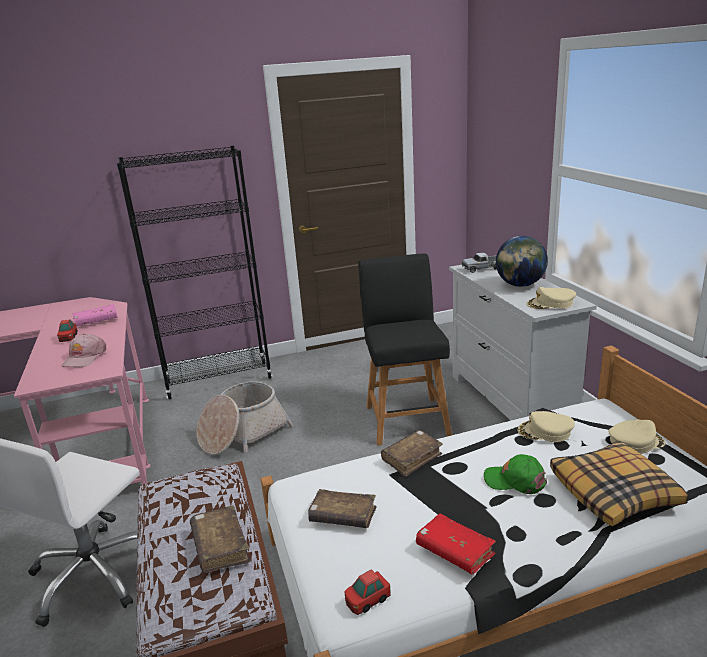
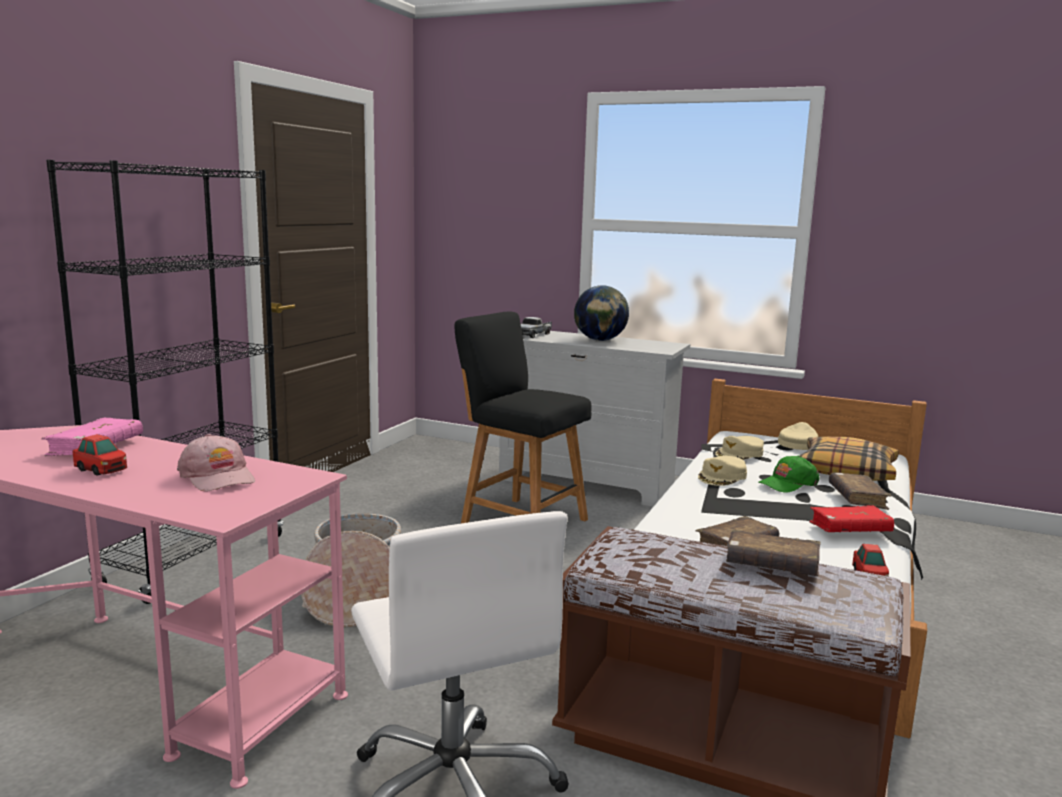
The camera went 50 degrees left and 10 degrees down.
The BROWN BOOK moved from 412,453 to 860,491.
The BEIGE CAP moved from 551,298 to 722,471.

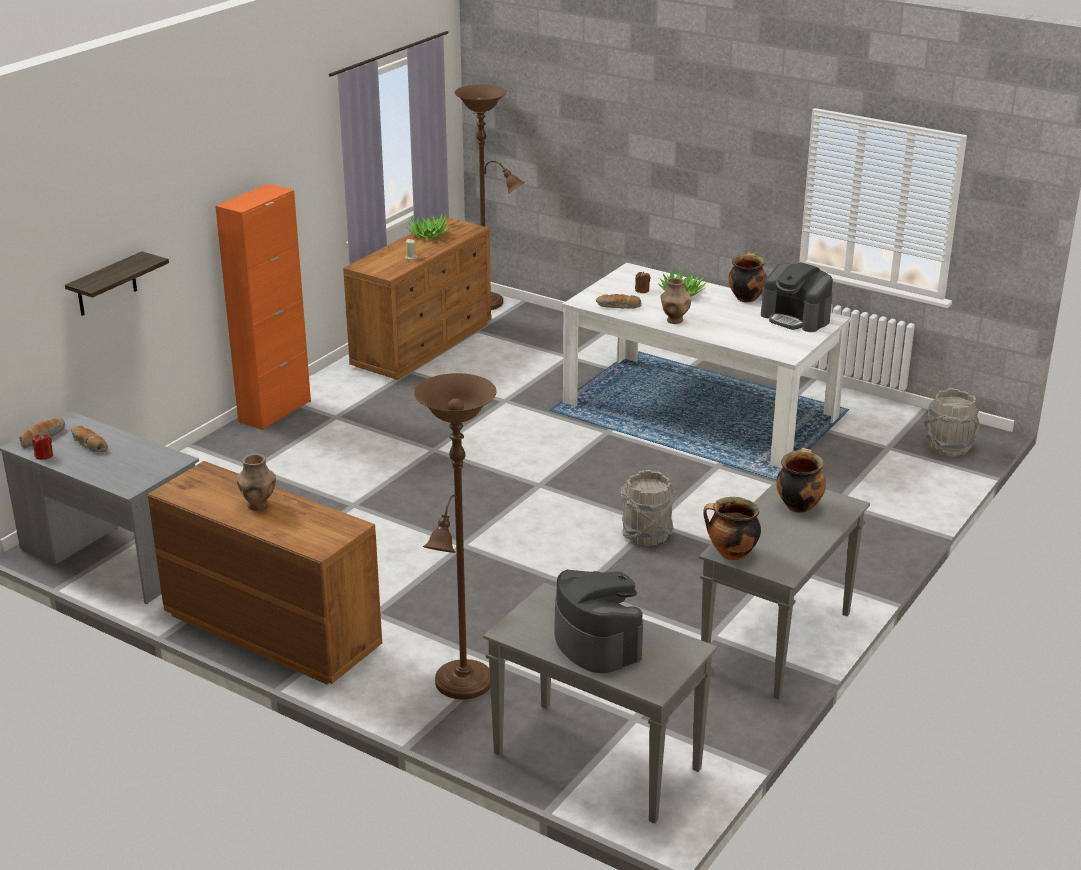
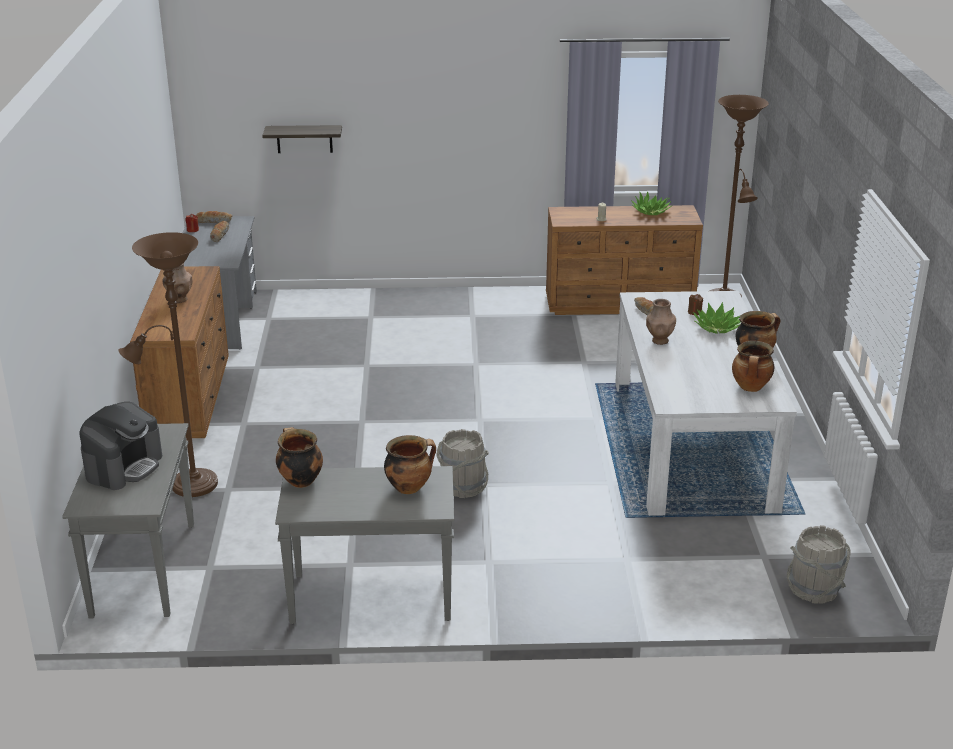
The camera went 55 degrees right and 0 degrees up.
The ORANGE CABINET at 263,307 disappeared.
The COFFEE MACHINE at 797,297 was replaced by the COOKING POT at 753,366.

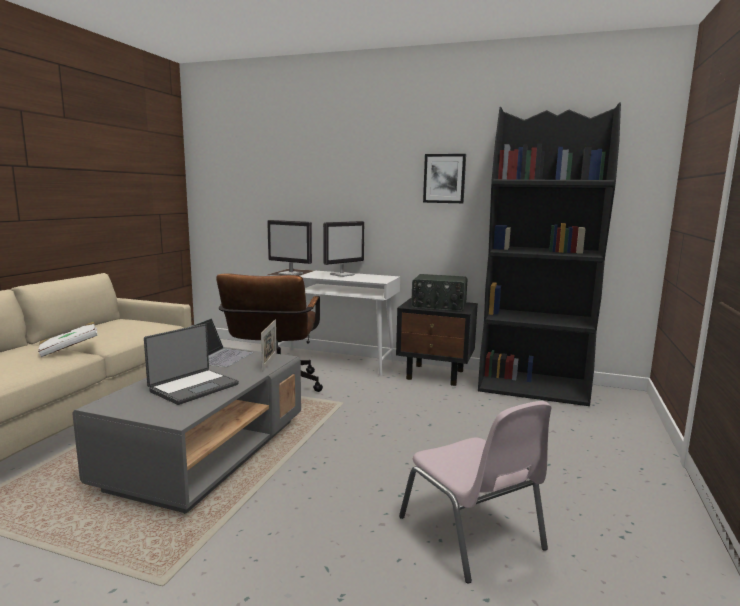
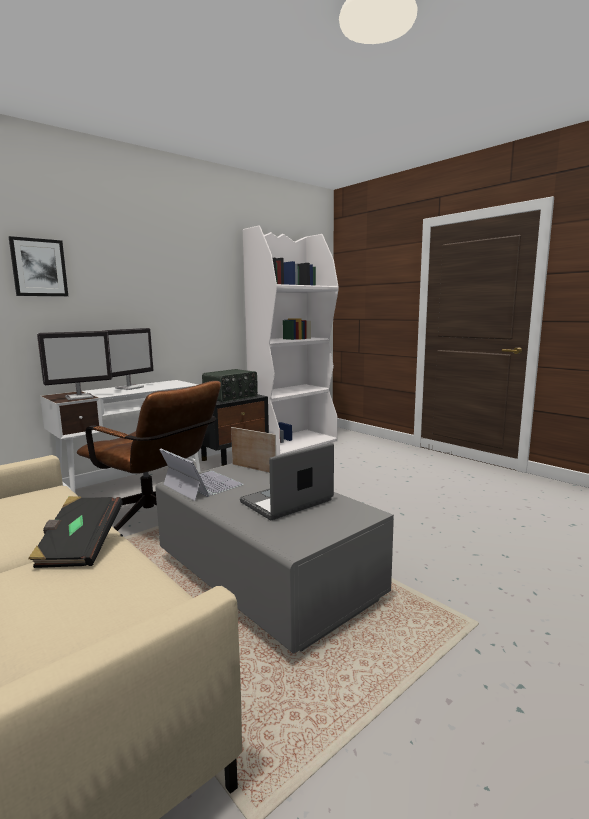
The camera went 60 degrees left and 0 degrees up.
The WHITE BOOK at 68,339 became the BLACK BOOK at 75,532.
The LAPTOP at 191,364 turned 105 degrees counterclockwise.
The MONITOR at 343,249 turned 45 degrees clockwise.
The PINK CHAIR at 475,492 disappeared.
The PICTURE moved from 444,178 to 38,266.
The BLACK BOOKCASE at 549,254 became the WHITE BOOKCASE at 290,340.

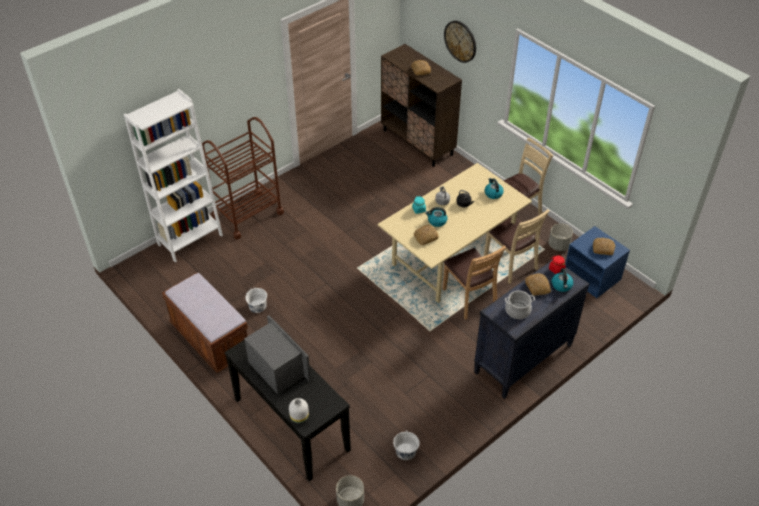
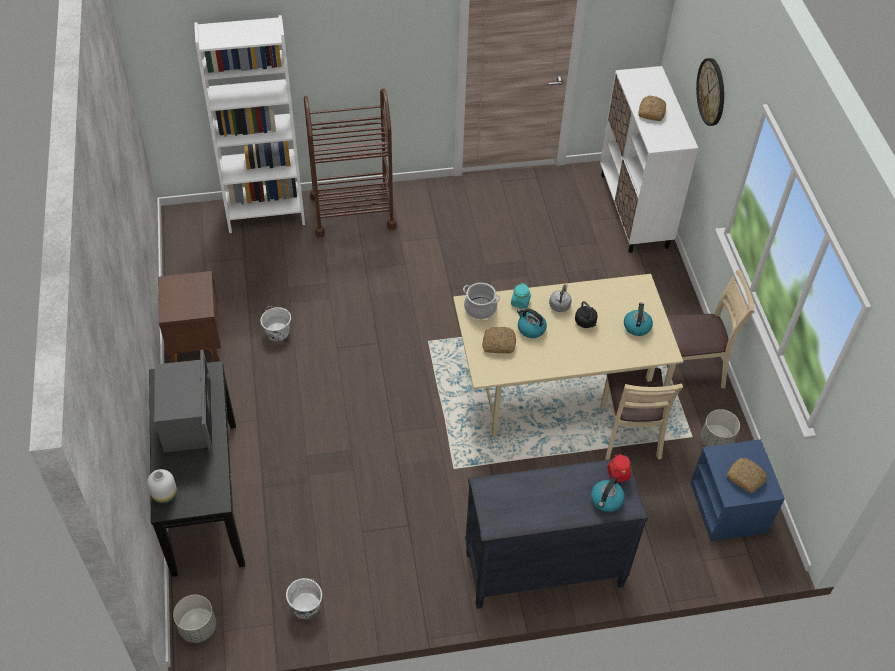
The camera went 30 degrees right and 5 degrees up.
The BROWN BENCH at 205,323 was replaced by the BROWN NIGHTSTAND at 189,317.
The BROWN CABINET at 421,105 became the WHITE CABINET at 649,159.
The BROWN CHAIR at 474,283 disappeared.
The COOKING POT moved from 520,305 to 481,300.
The BREAD at 538,284 disappeared.

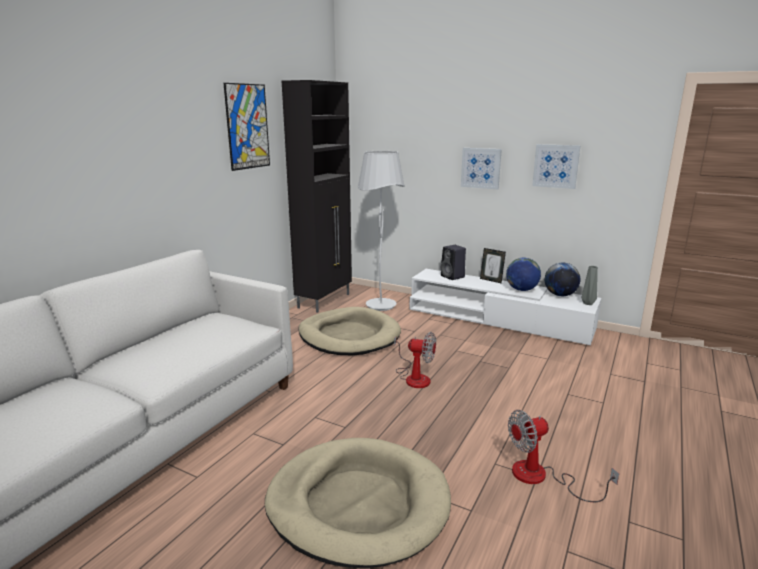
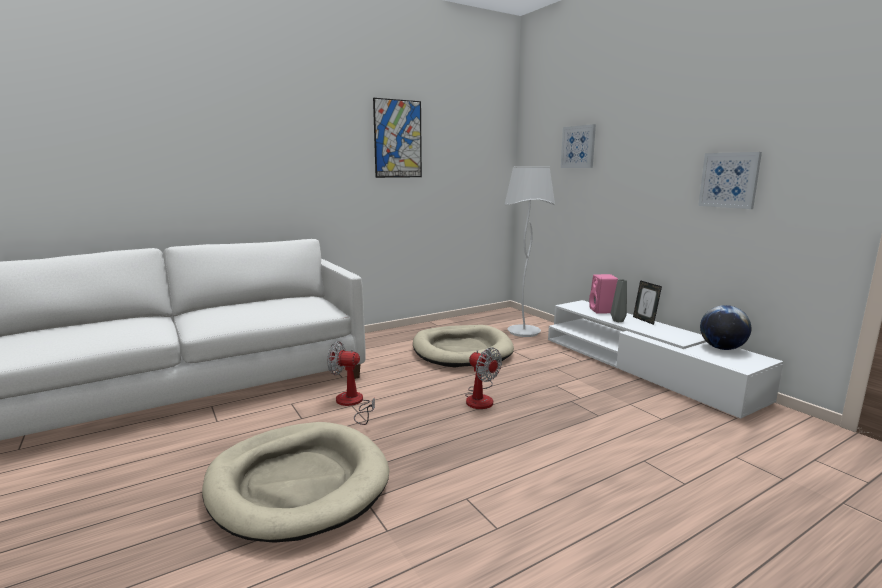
The camera went 30 degrees right and 5 degrees down.
The BLACK CABINET at 317,196 disappeared.
The BLACK SPEAKER at 453,262 became the PINK SPEAKER at 603,294.
The PICTURE moved from 481,168 to 578,146.
The GLOBE at 523,274 disappeared.
The FAN moved from 563,456 to 351,383.
The GREY VASE moved from 589,285 to 619,300.

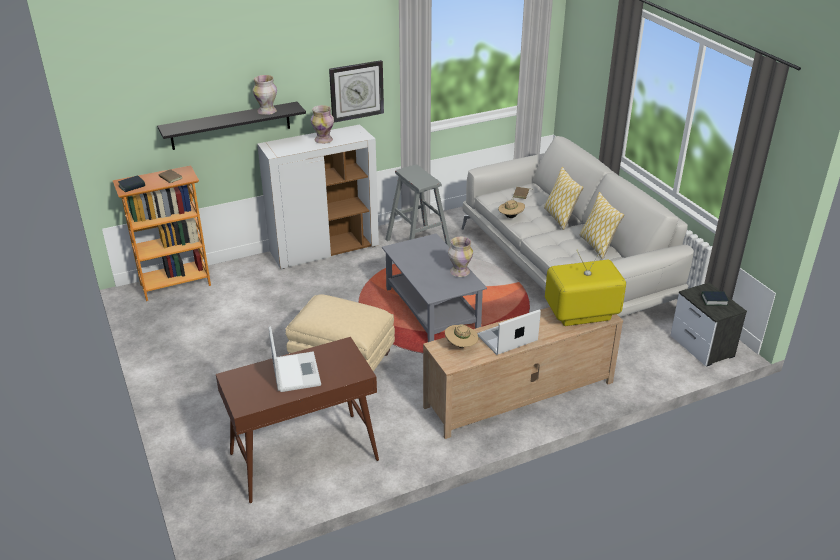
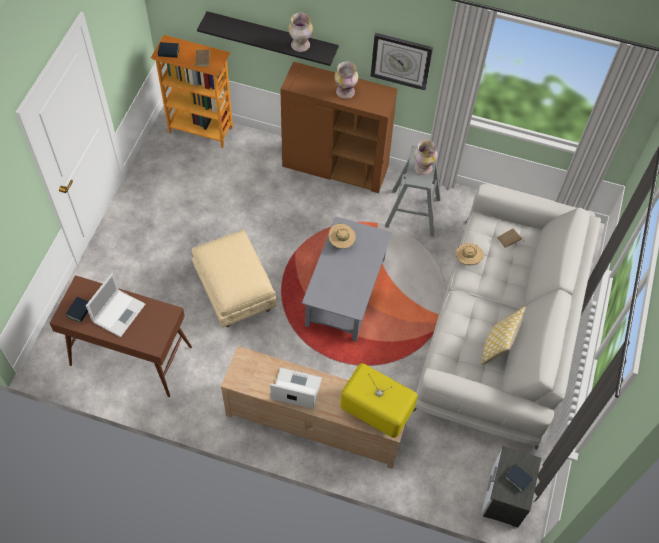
The camera went 40 degrees right and 25 degrees up.
The WHITE CABINET at 318,196 became the BROWN CABINET at 338,127.
The BEIGE HAT moved from 461,336 to 342,236.
The VASE moved from 460,257 to 425,157.
The PILLOW at 564,198 disappeared.
The BOOK at 77,310 appeared.

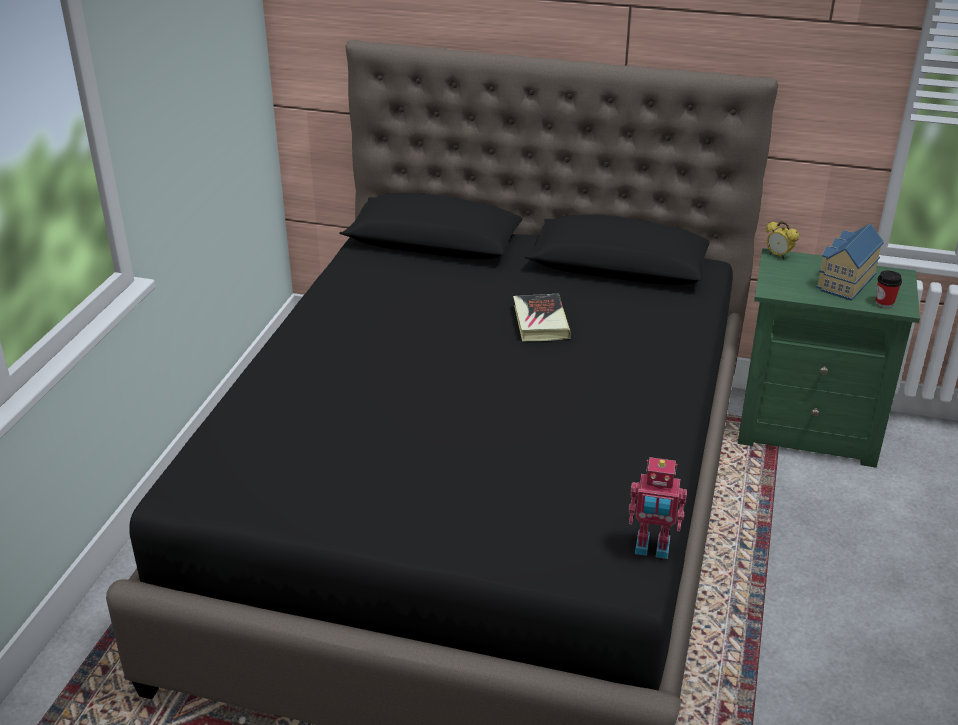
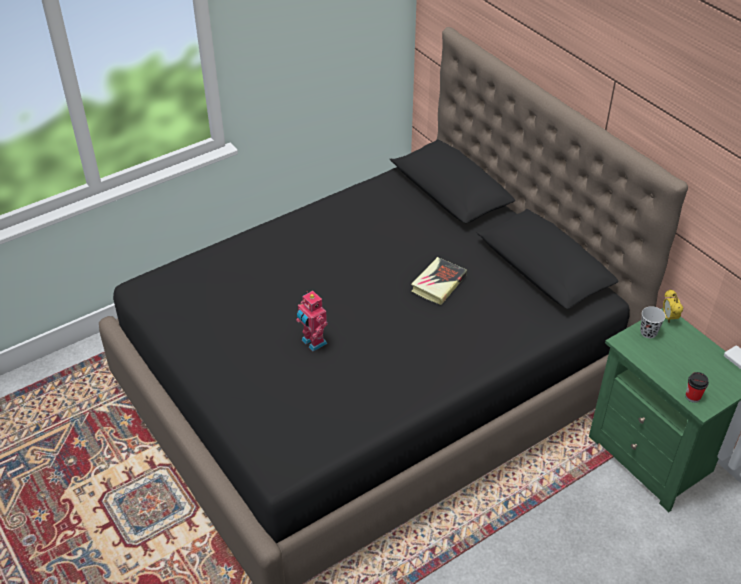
The camera went 40 degrees right and 10 degrees up.
The TOY ROBOT moved from 658,508 to 312,321.
The TOY HOUSE at 850,262 disappeared.
The BLACK CUP at 653,322 appeared.

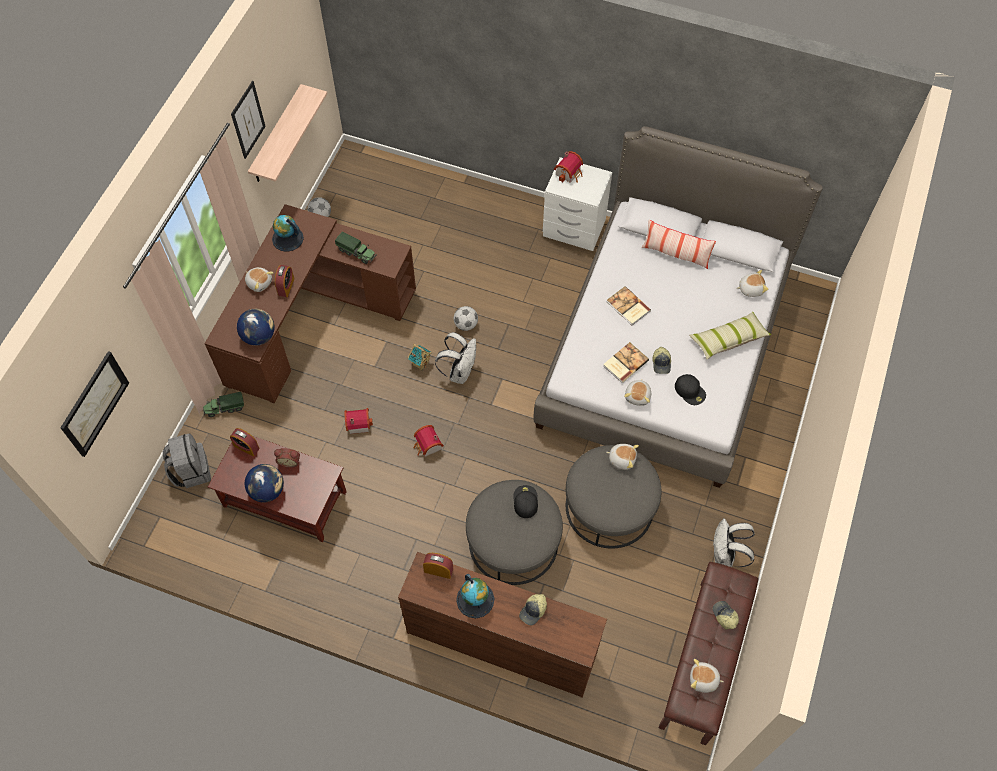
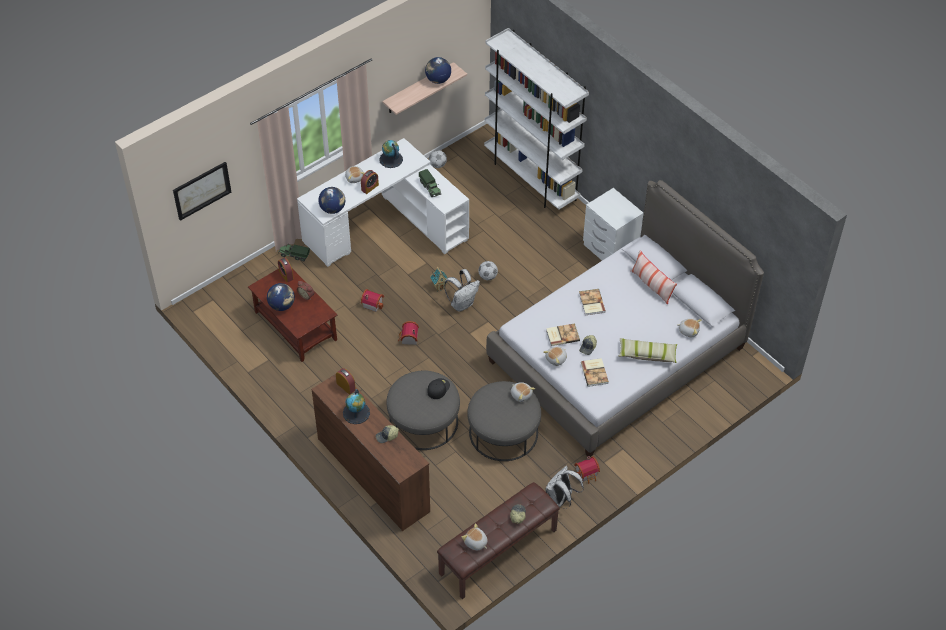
The camera went 30 degrees right and 10 degrees down.
The GREY BACKPACK at 187,460 disappeared.
The BROWN DESK at 310,303 became the WHITE DESK at 383,202.
The PICTURE at 248,120 disappeared.
The TOY HOUSE moved from 568,167 to 587,470.
The BLACK CAP at 690,389 was replaced by the BOOK at 595,372.
The GLOBE at 438,70 appeared.
The WHITE BOOKCASE at 536,119 appeared.

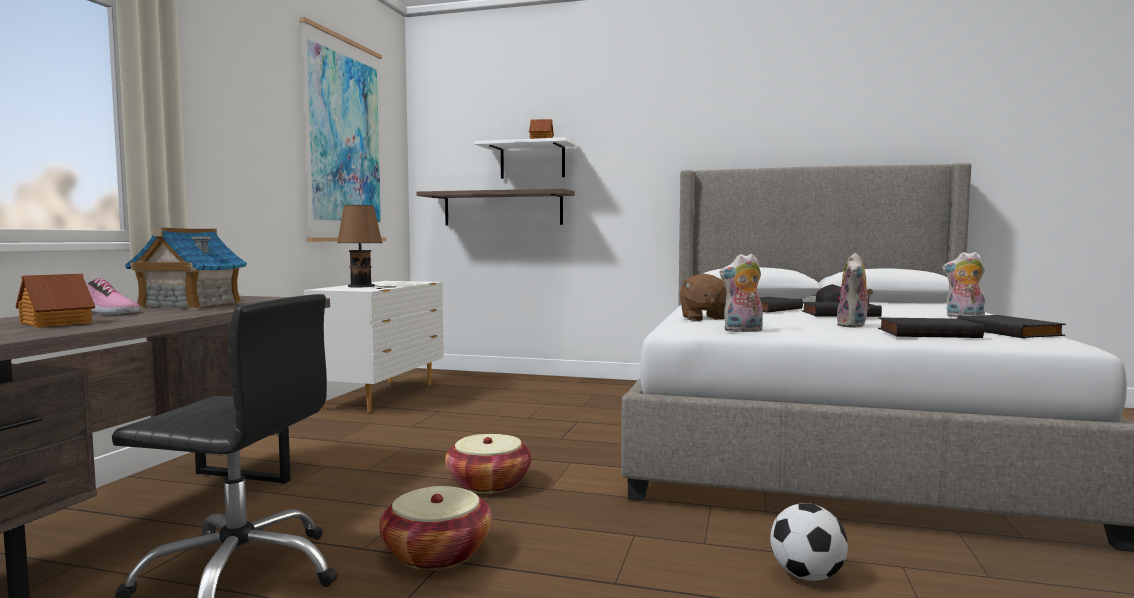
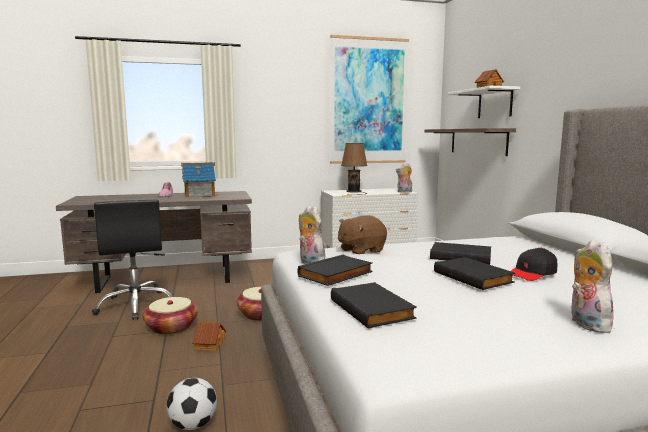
The camera went 60 degrees right and 5 degrees up.
The TOY HOUSE moved from 55,301 to 209,336.
The PLUSH TOY moved from 854,290 to 404,178.
The BLACK BOOK moved from 1011,326 to 335,270.

